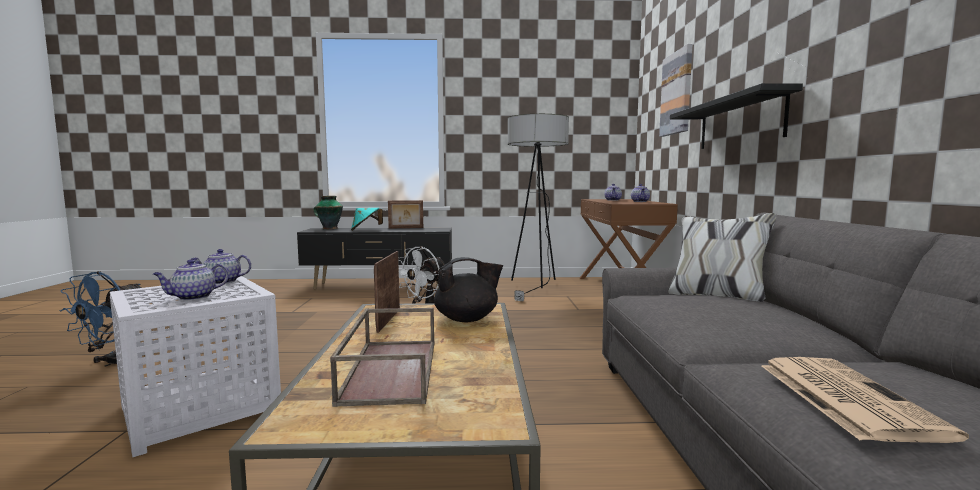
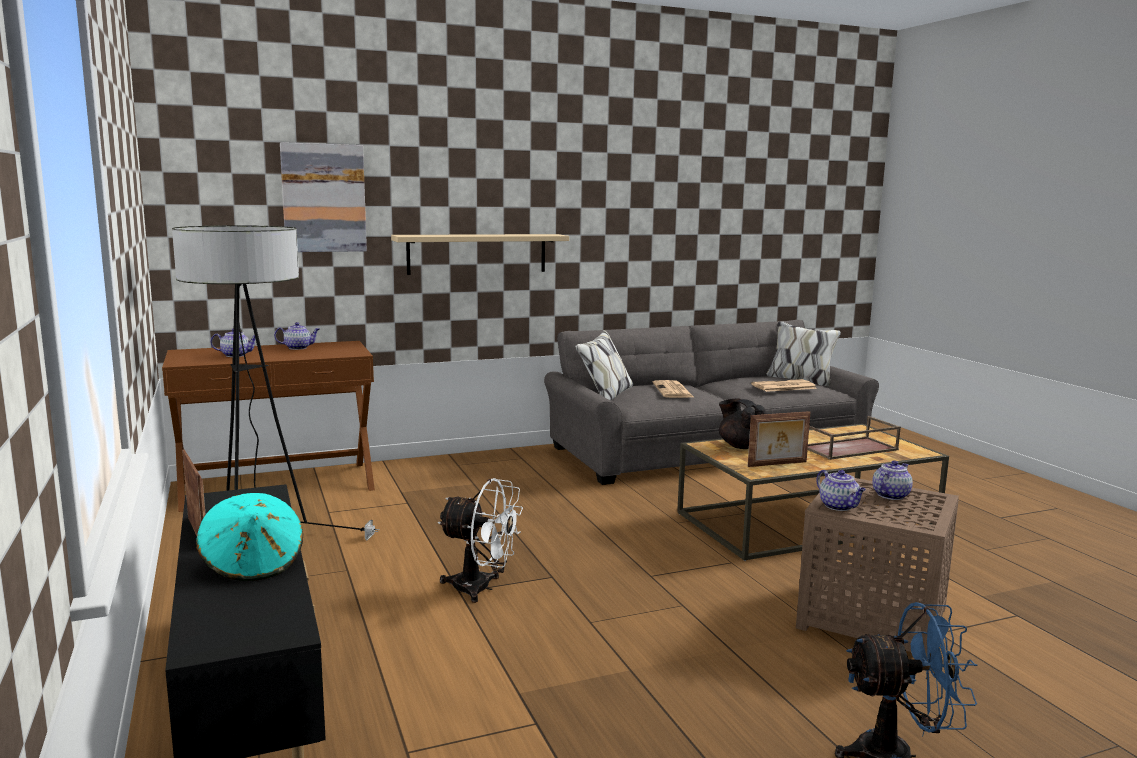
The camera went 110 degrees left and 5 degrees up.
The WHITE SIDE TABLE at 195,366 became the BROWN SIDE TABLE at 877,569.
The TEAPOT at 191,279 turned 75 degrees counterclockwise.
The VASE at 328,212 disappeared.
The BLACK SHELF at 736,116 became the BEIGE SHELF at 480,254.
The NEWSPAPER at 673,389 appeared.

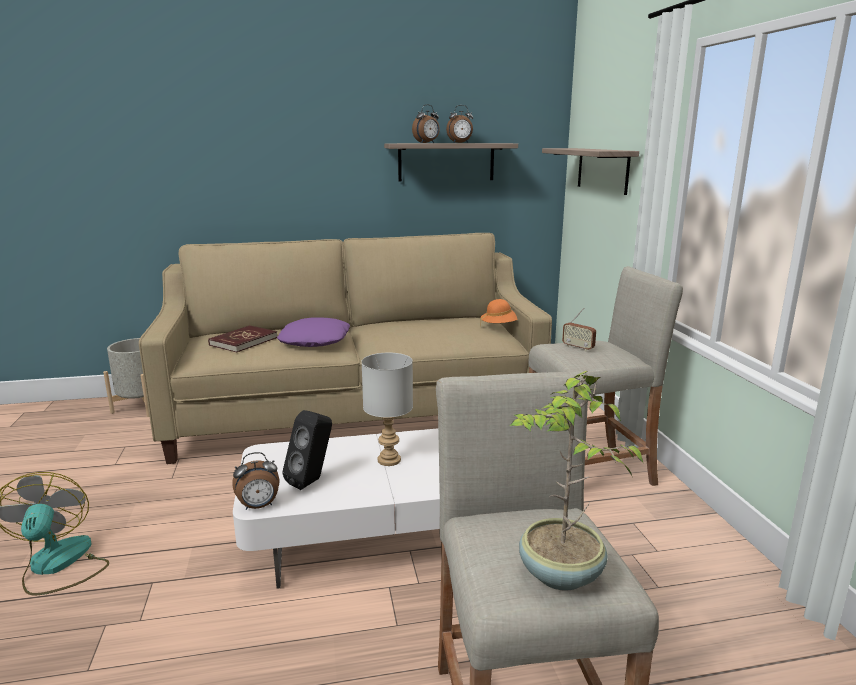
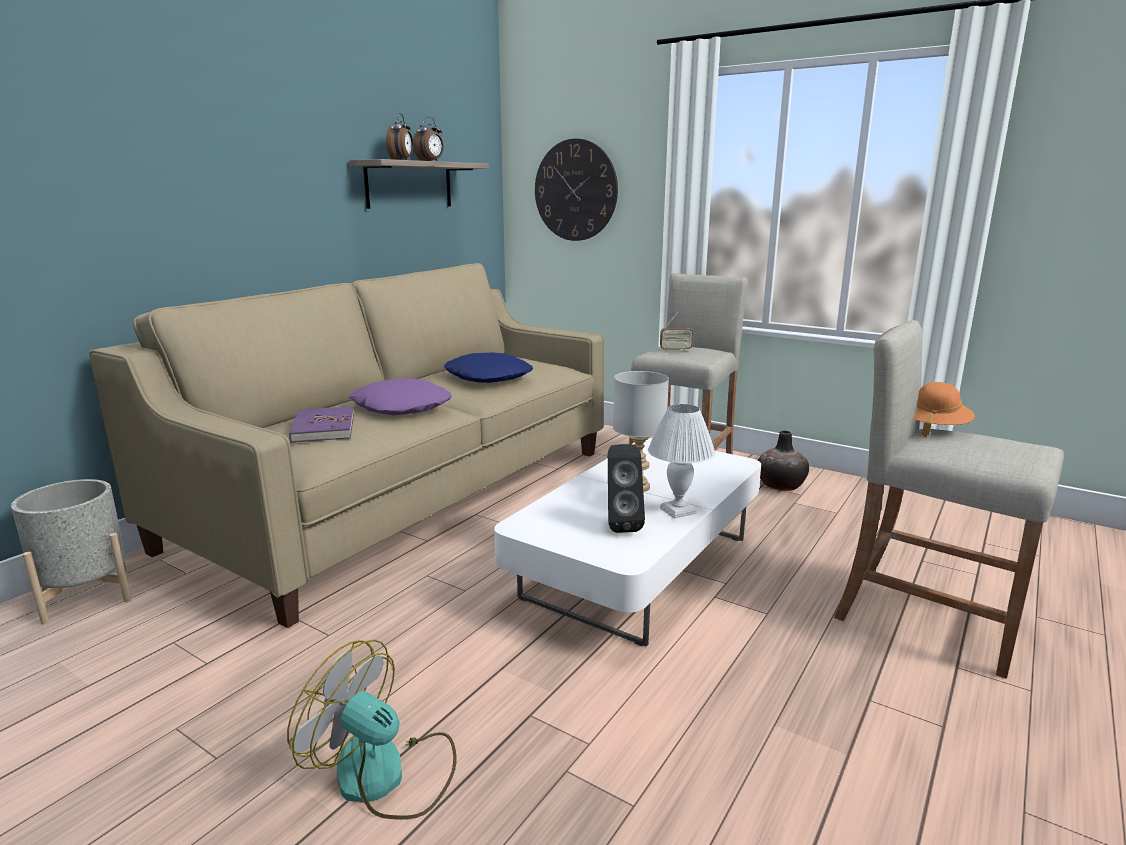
The camera went 45 degrees left and 0 degrees up.
The RED BOOK at 242,338 became the PURPLE BOOK at 321,424.
The ALARM CLOCK at 255,481 disappeared.
The ORANGE HAT moved from 499,313 to 944,409.
The POTTED PLANT at 576,481 disappeared.
The SHELF at 590,171 was replaced by the WALL CLOCK at 576,189.
The BLUE PILLOW at 488,368 appeared.
The WHITE TABLE LAMP at 682,461 appeared.
The VASE at 783,461 appeared.

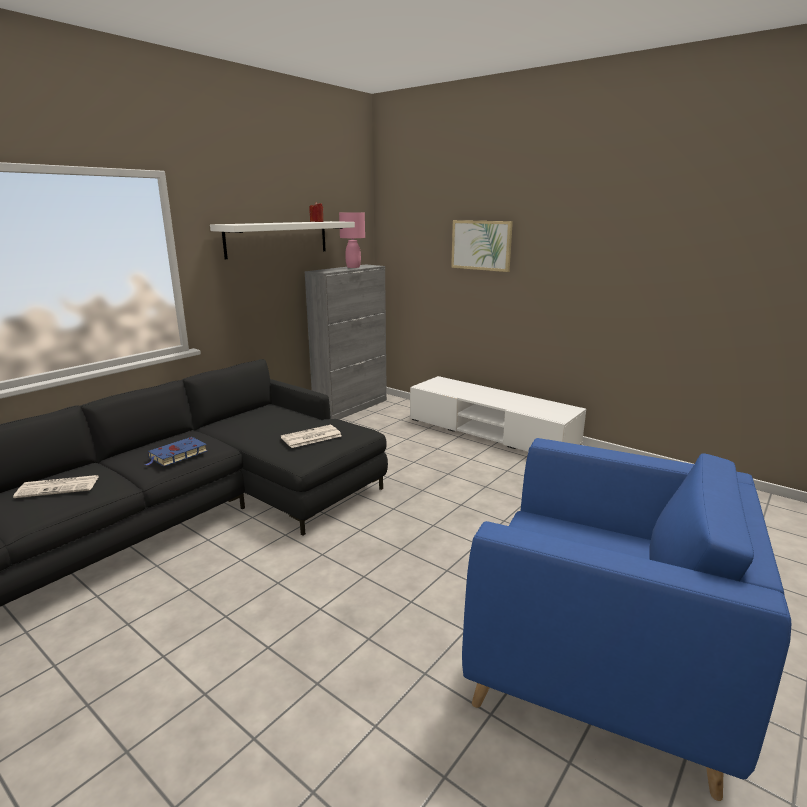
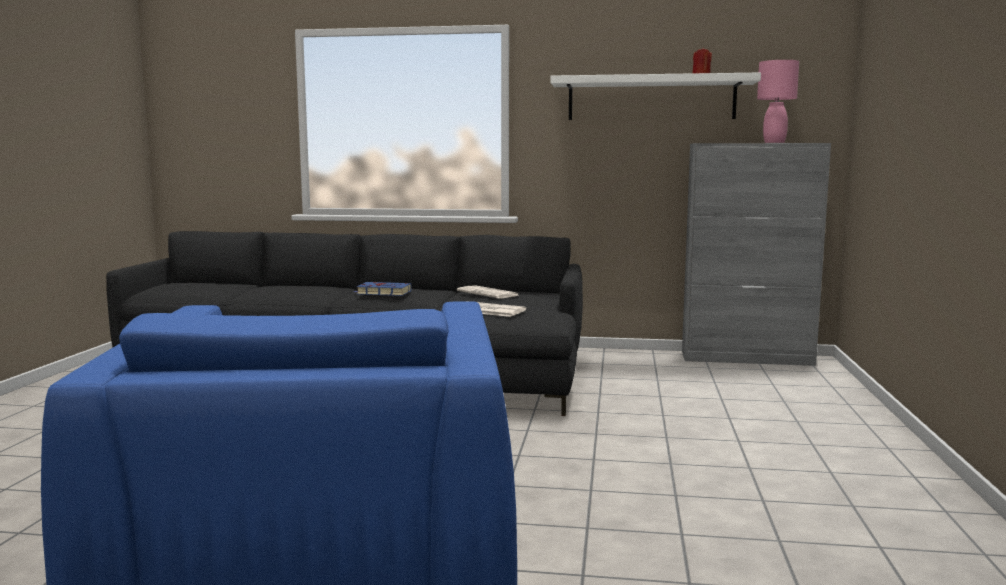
The camera went 60 degrees right and 10 degrees down.
The NEWSPAPER moved from 56,486 to 488,292.
The WHITE TV STAND at 498,414 disappeared.
The PICTURE at 482,246 disappeared.

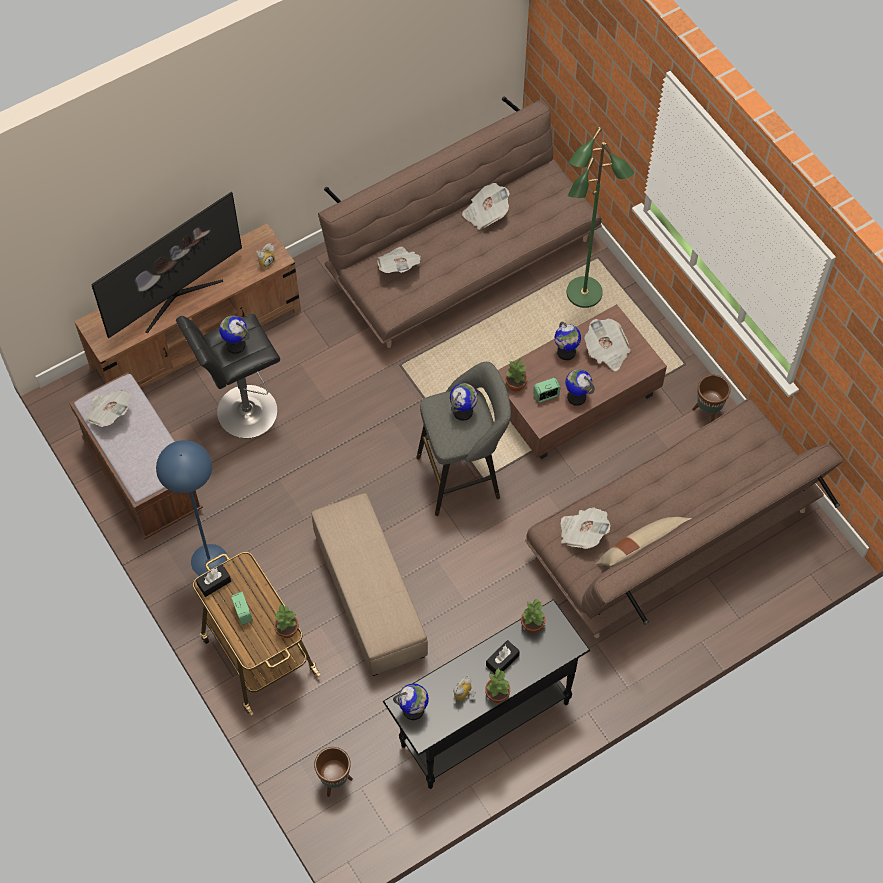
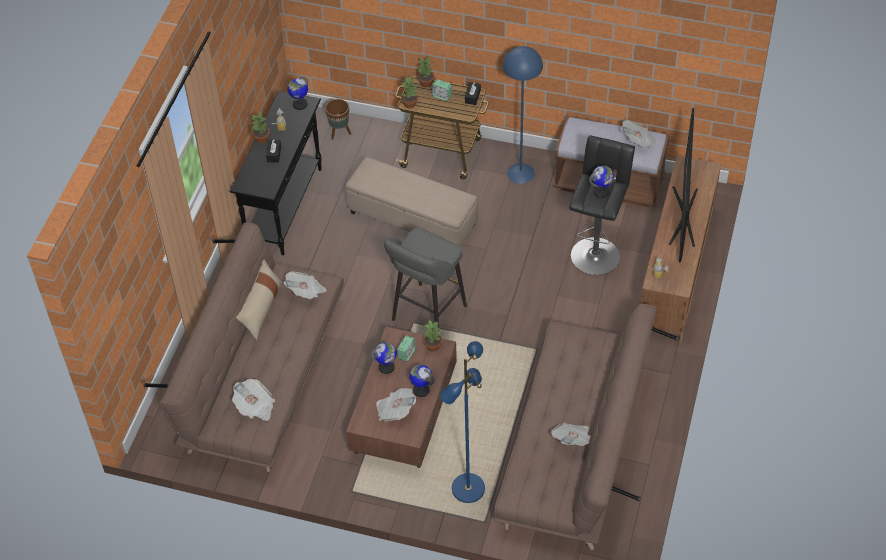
The camera went 140 degrees right and 10 degrees down.
The NEWSPAPER moved from 399,260 to 253,400.
The GLOBE at 464,402 disappeared.
The POTTED PLANT moved from 533,615 to 425,72.
The GREEN FLOOR LAMP at 600,217 became the BLUE FLOOR LAMP at 462,422.
The BROWN PLANTER at 711,398 disappeared.

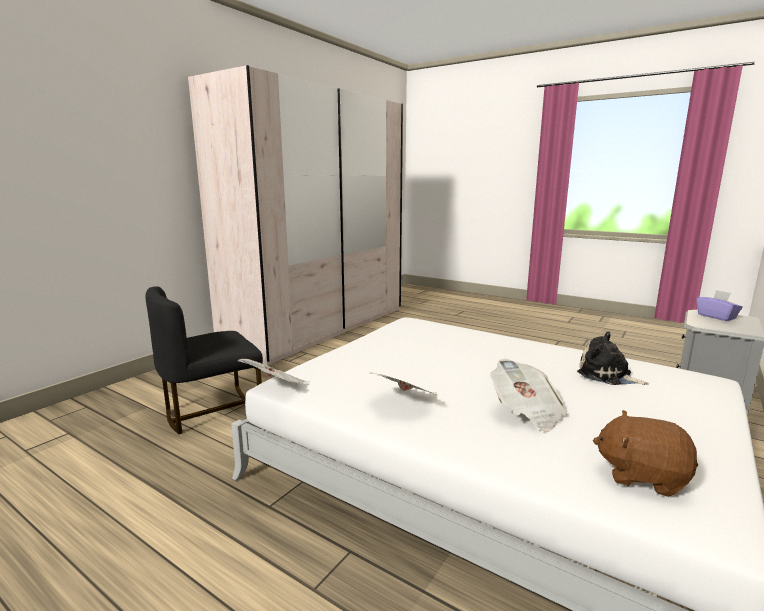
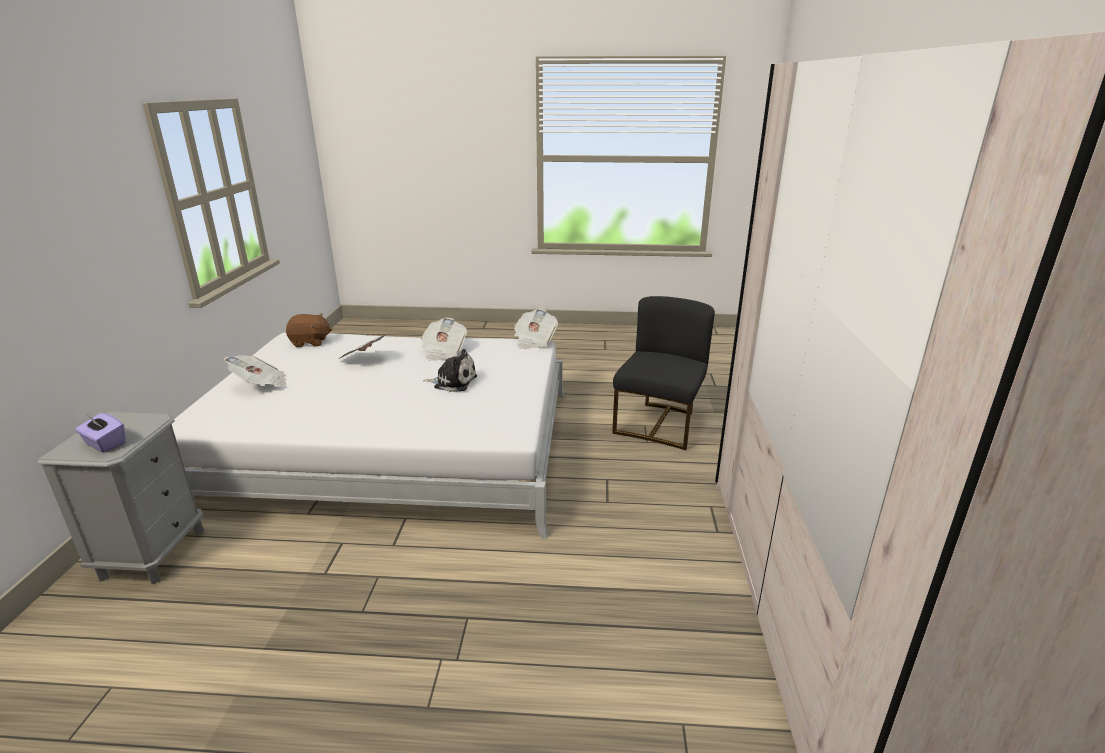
The camera went 150 degrees right and 10 degrees up.
The PLUSH TOY moved from 613,358 to 450,370.
The NEWSPAPER at 255,371 appeared.

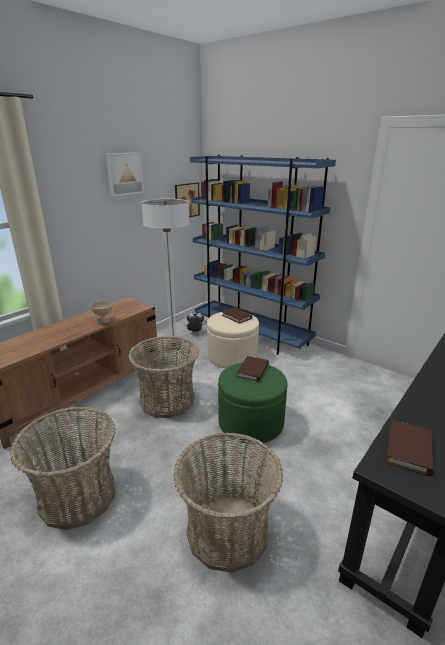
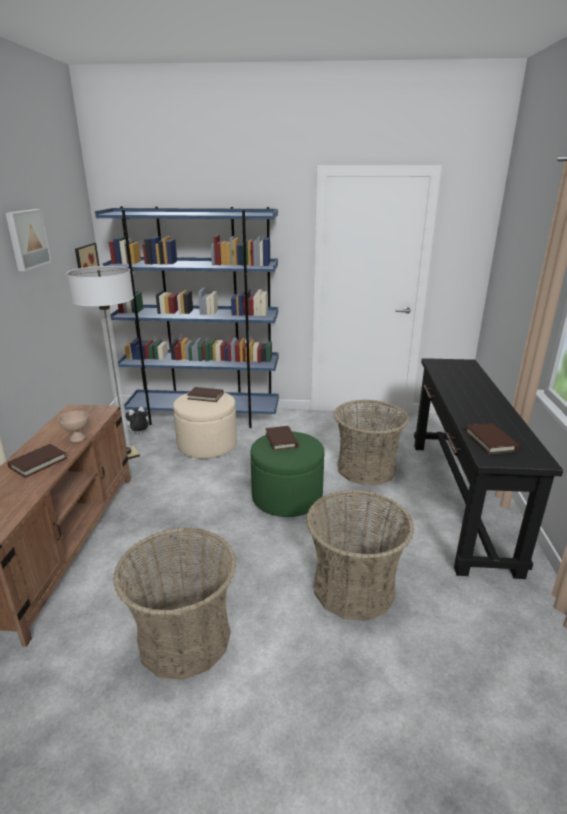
The camera went 35 degrees left and 0 degrees up.
The BASKET moved from 163,377 to 371,442.
The BROWN BOOK at 37,461 appeared.

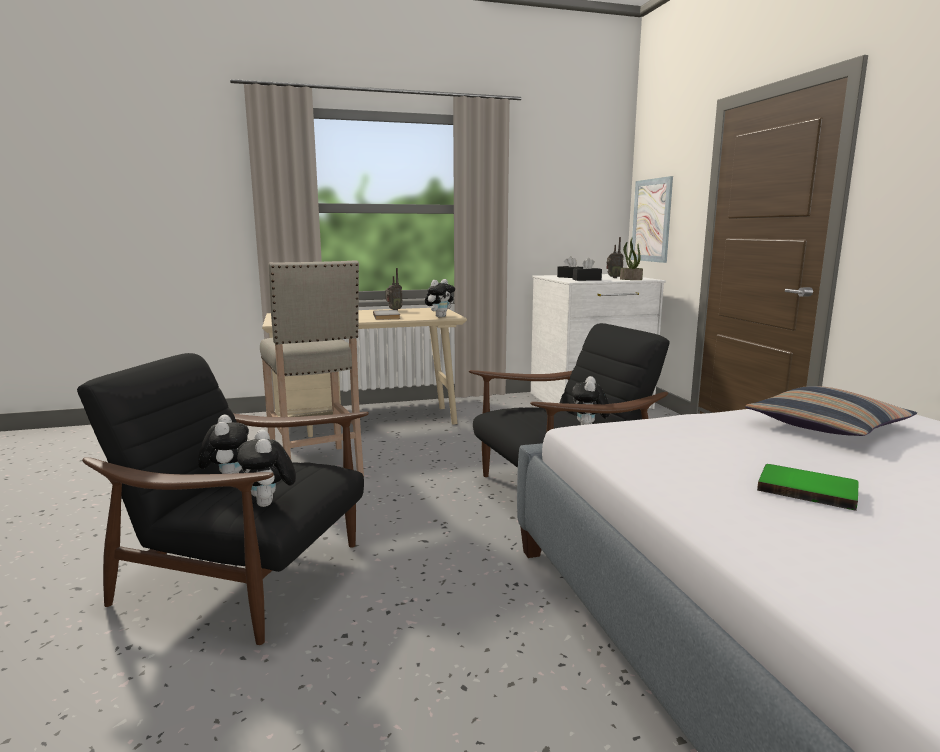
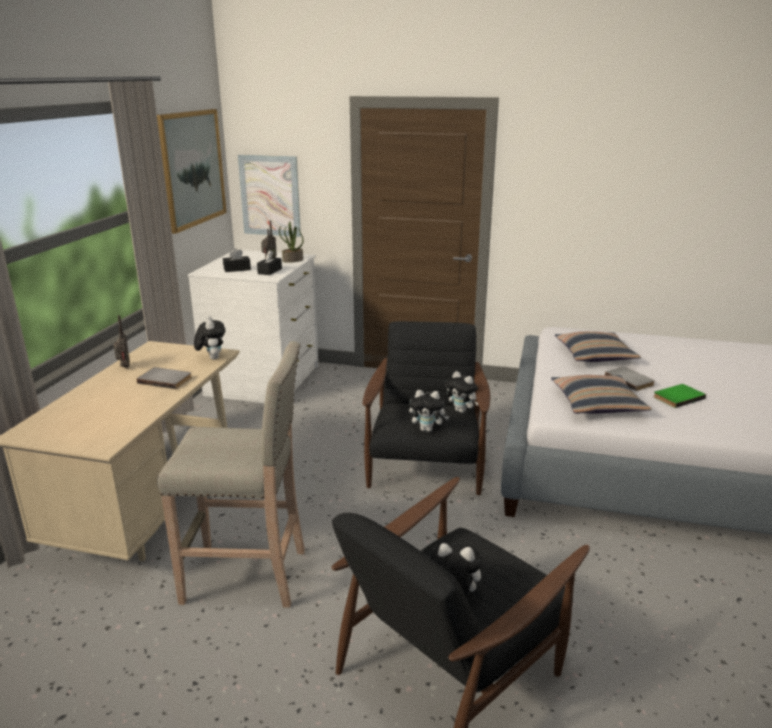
The camera went 60 degrees left and 10 degrees up.
The PLUSH TOY moved from 266,468 to 429,411.
The PICTURE at 192,171 appeared.
The PILLOW at 601,394 appeared.
The GREY BOOK at 630,379 appeared.

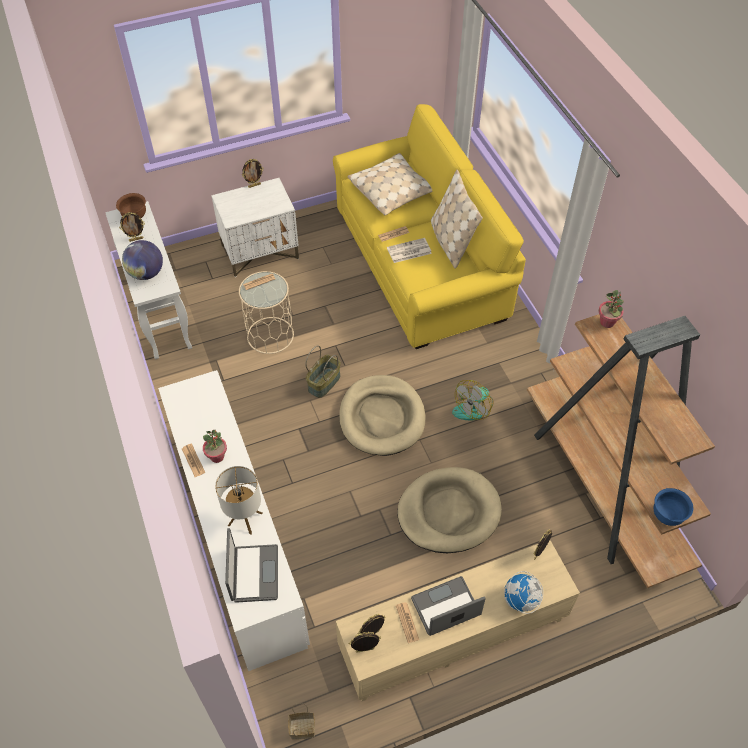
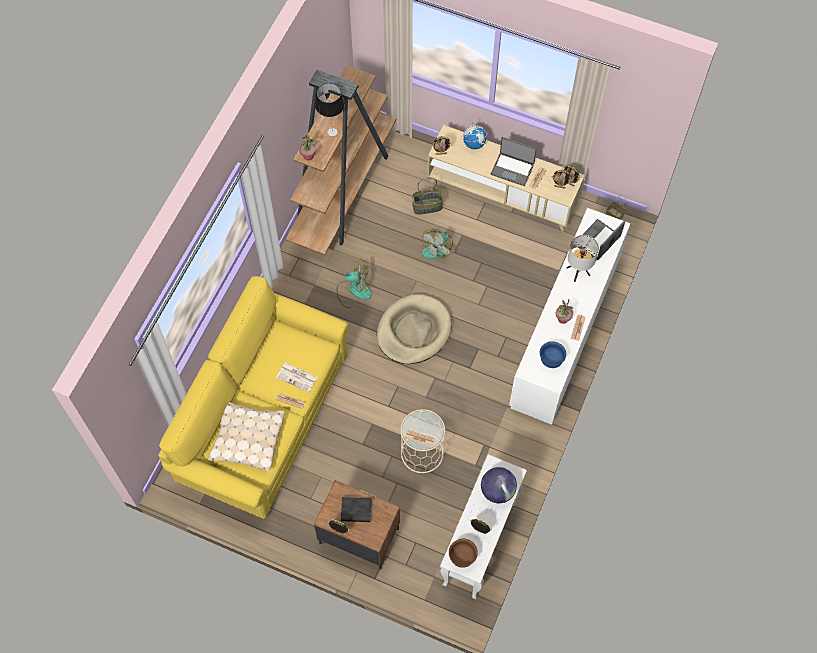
The camera went 135 degrees left and 10 degrees up.
The WHITE NIGHTSTAND at 255,227 became the BROWN NIGHTSTAND at 357,525.
The BASKET moved from 323,371 to 428,196.
The BEIGE DOG BED at 449,510 was replaced by the FAN at 437,244.
The BEIGE PILLOW at 457,219 disappeared.
The BLUE BOWL moved from 673,507 to 553,354.
The TABLE LAMP at 330,110 appeared.
The BLACK BOOK at 356,509 appeared.

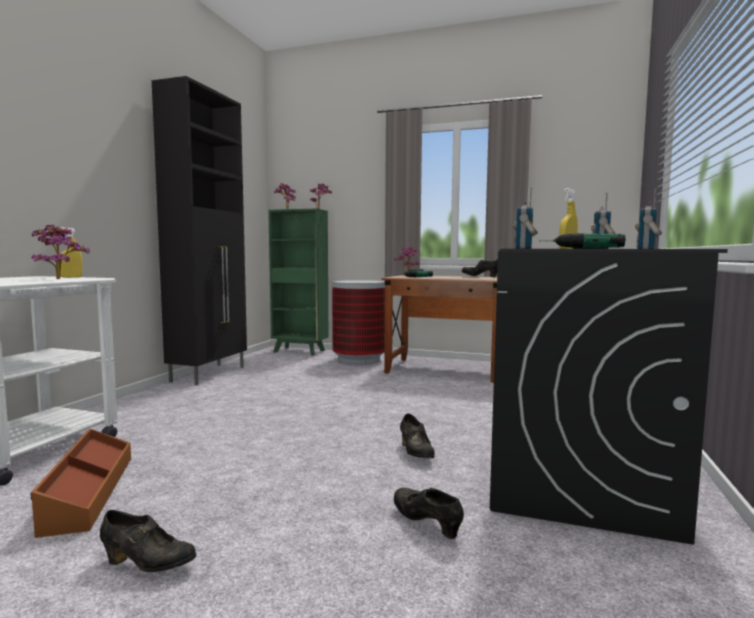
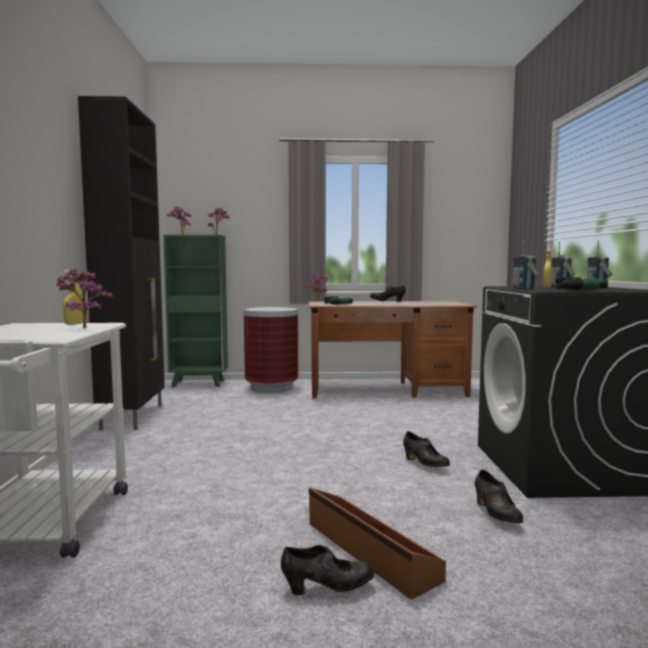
The camera went 20 degrees left and 0 degrees up.
The BROWN STORAGE BOX moved from 80,483 to 377,544.
The BLACK SHOE at 429,513 turned 135 degrees counterclockwise.

